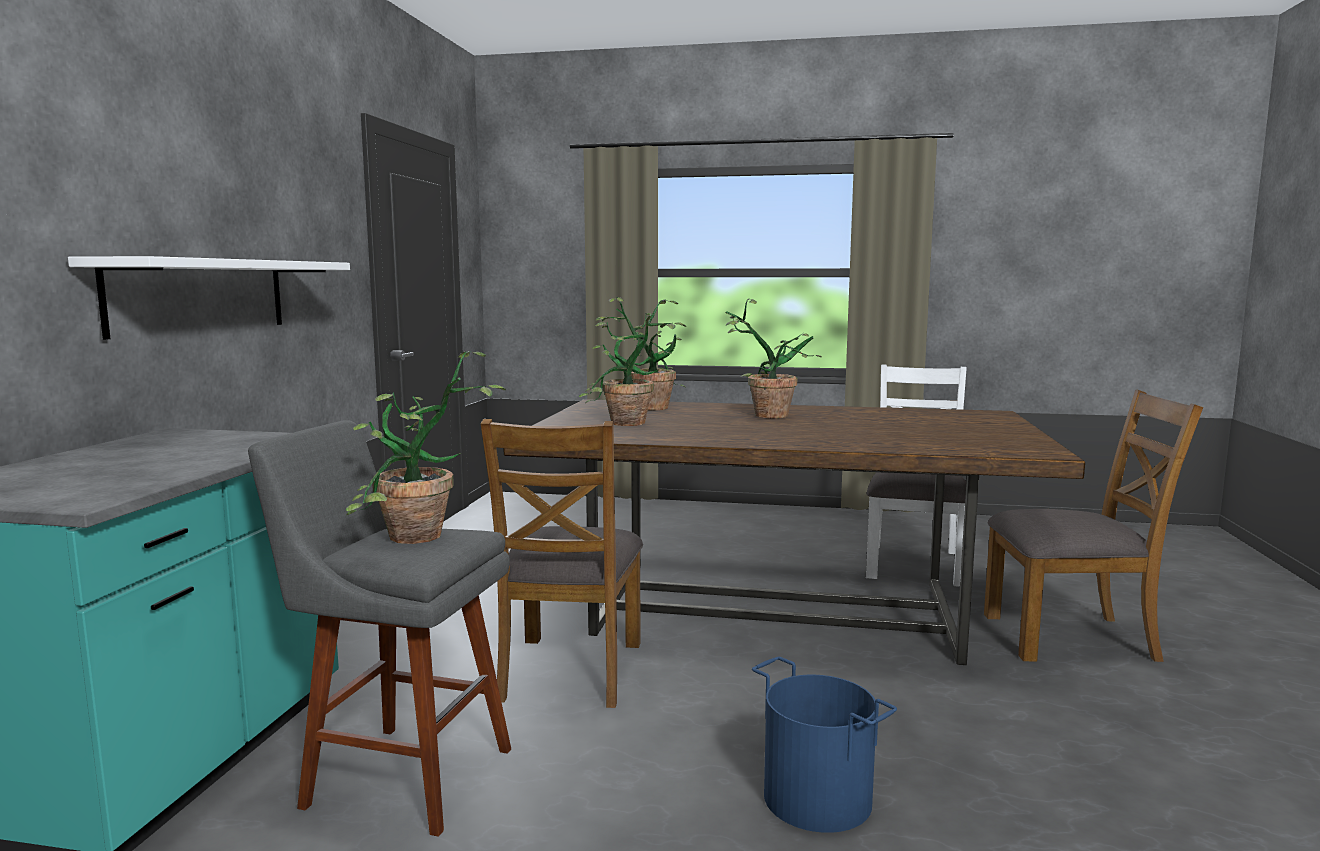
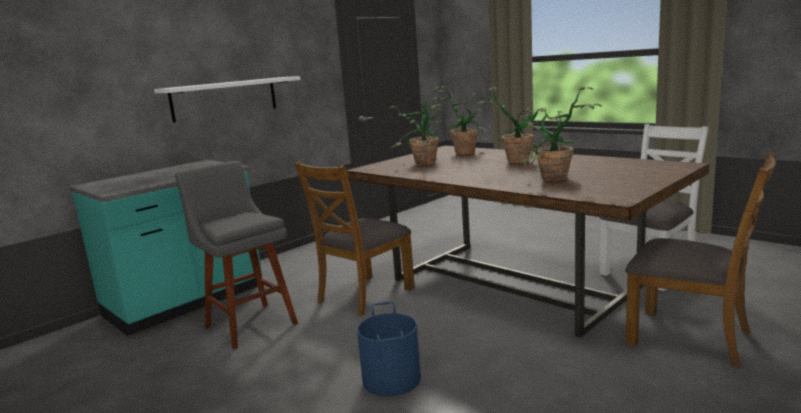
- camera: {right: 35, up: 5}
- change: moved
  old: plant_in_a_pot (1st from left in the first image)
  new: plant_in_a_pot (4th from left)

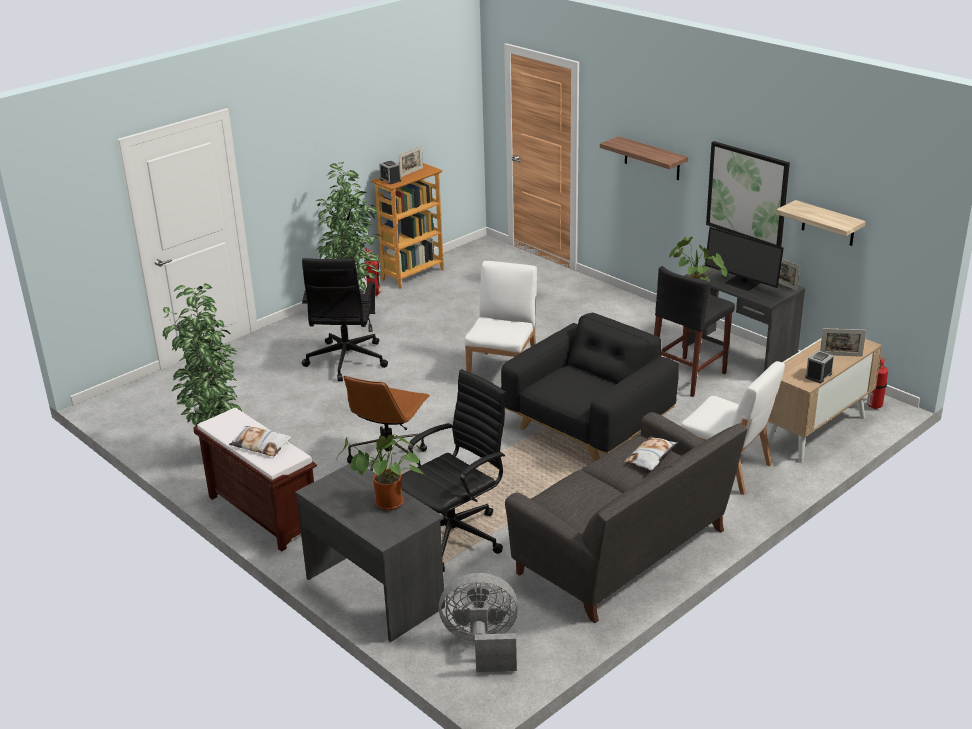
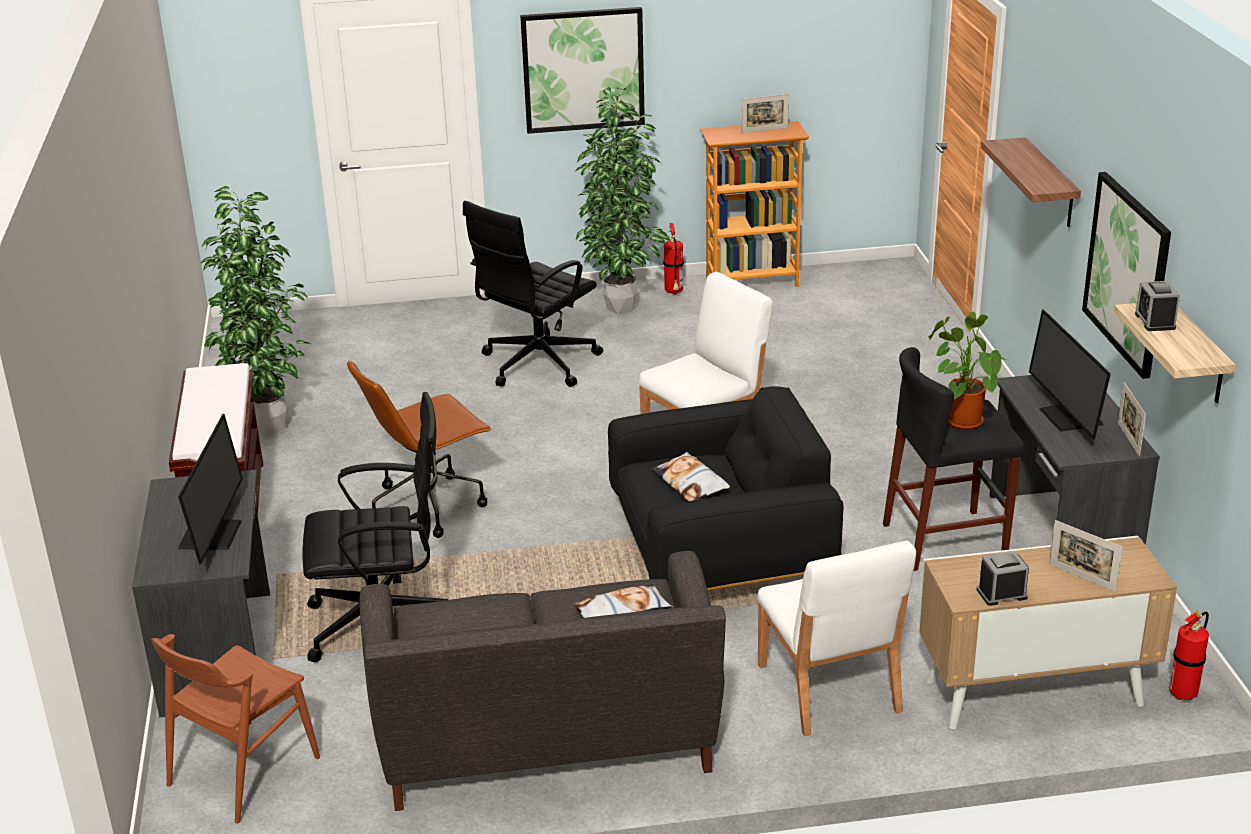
- camera: {right: 35, up: 0}
- change: replaced
  old: greyish_cooling_fan
  new: brownish_upright_chair
- change: replaced
  old: plant_in_a_pot (3rd from left)
  new: monitor (1st from left)
- change: added
  new: wall_art (1st from left)
- change: moved
  old: throw_pillow (1st from left in the first image)
  new: throw_pillow (2nd from left)
- change: moved
  old: table_clock (1st from left in the first image)
  new: table_clock (2nd from left)

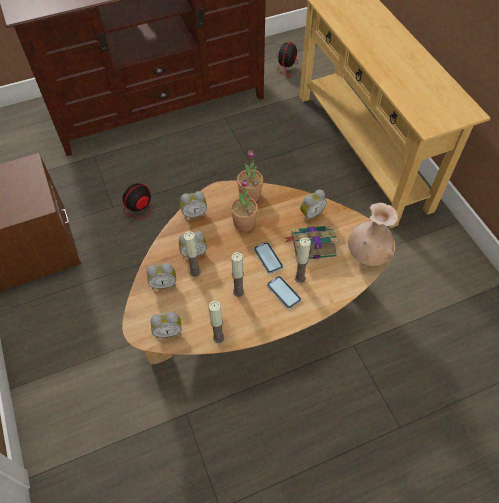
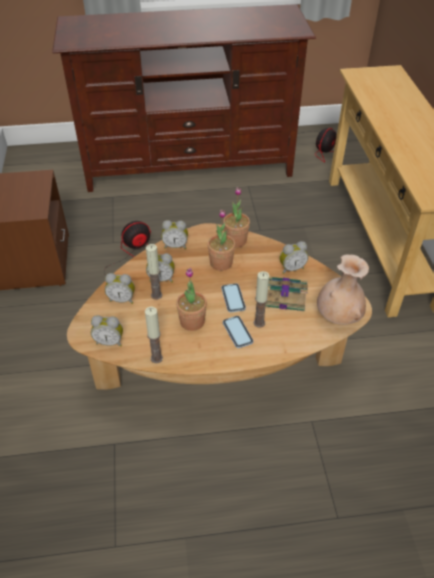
- camera: {right: 15, up: -10}
- change: replaced
  old: wax_light (3rd from left)
  new: plant_in_a_pot (1st from left)

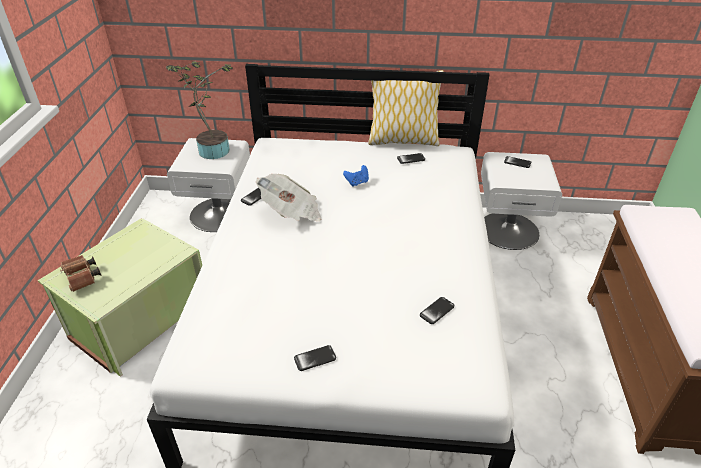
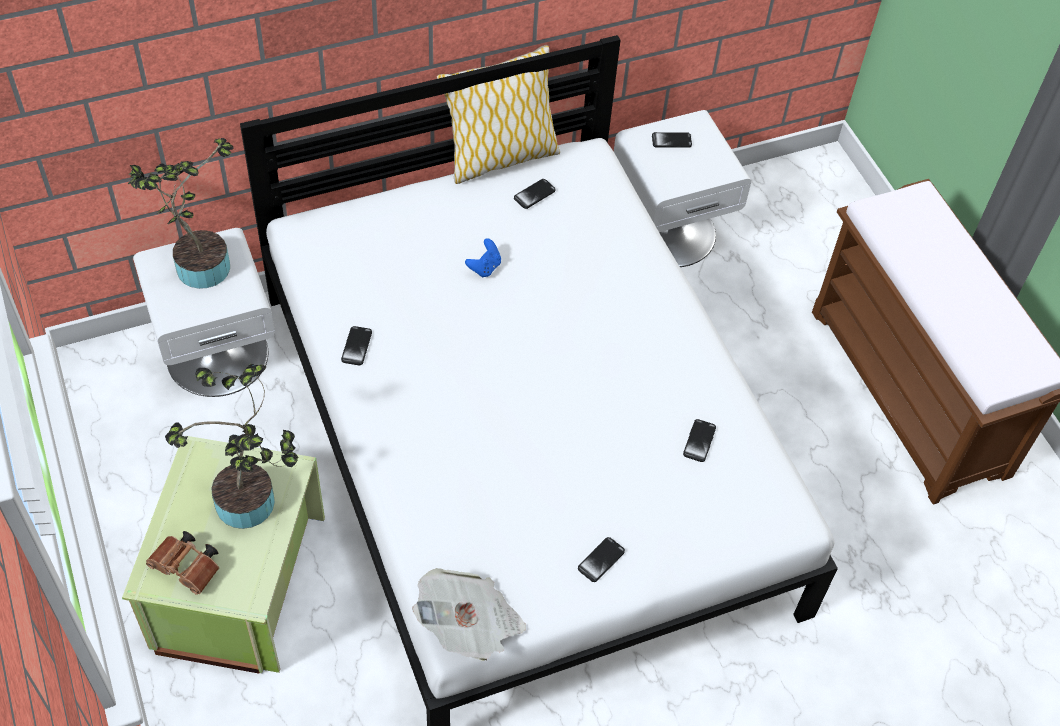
- camera: {right: -30, up: 15}
- change: added
  new: plant_in_a_pot (2nd from left)
- change: moved
  old: daily_paper

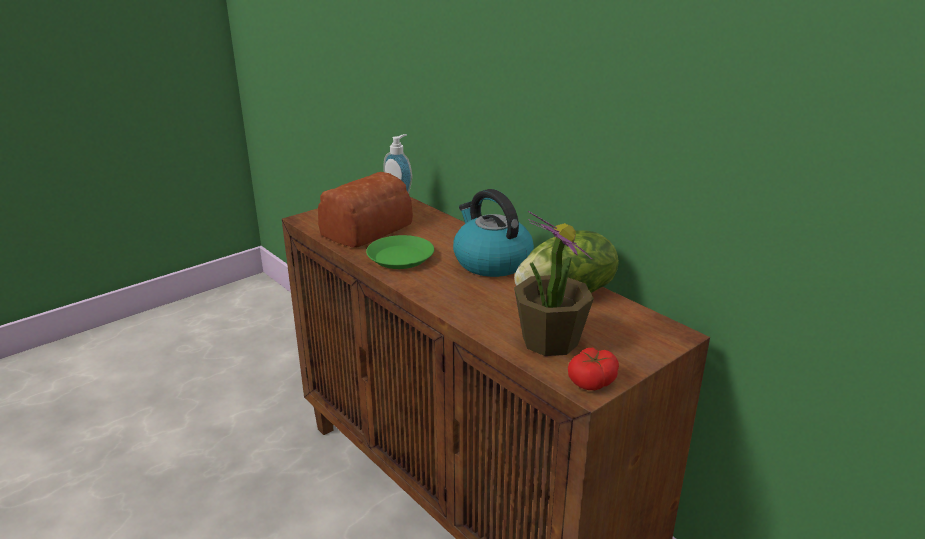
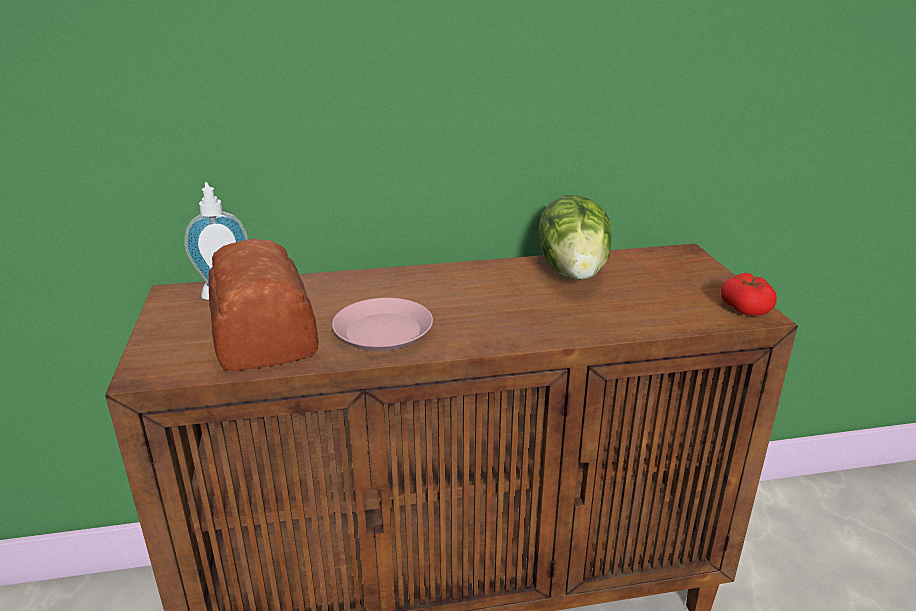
- camera: {right: -60, up: 0}
- change: recoloured
  old: green-coloured_dinner_plate
  new: pink_dinner_plate
- change: removed
  old: tea_kettle
- change: removed
  old: plant_in_a_pot

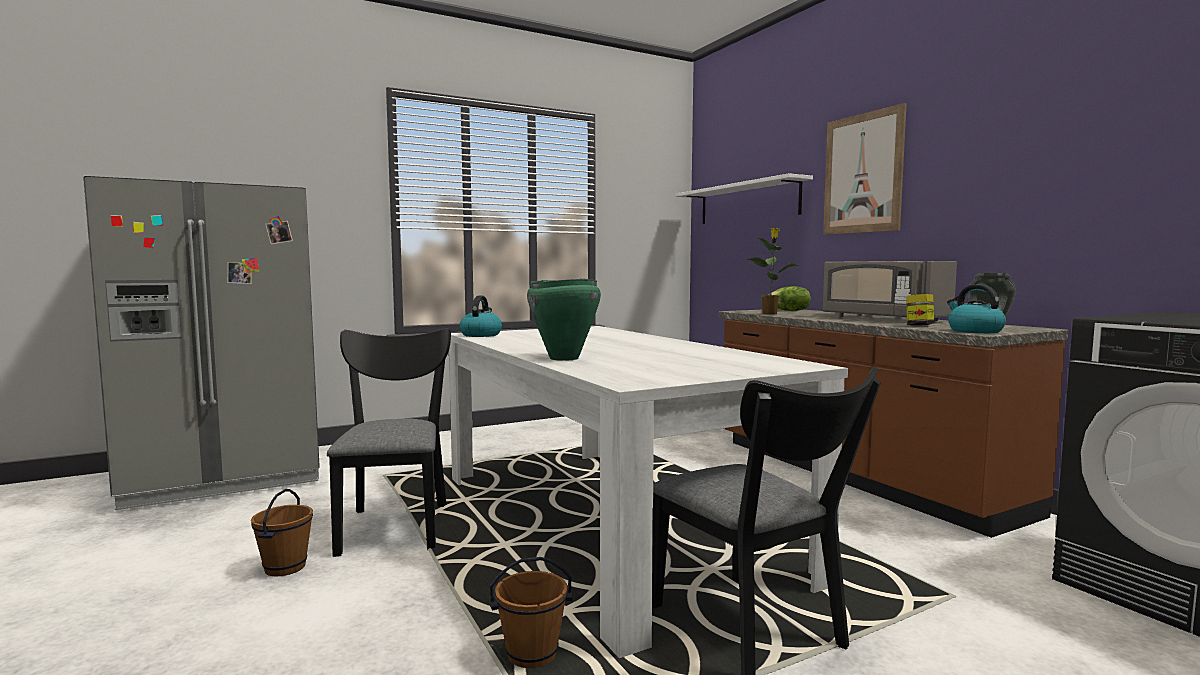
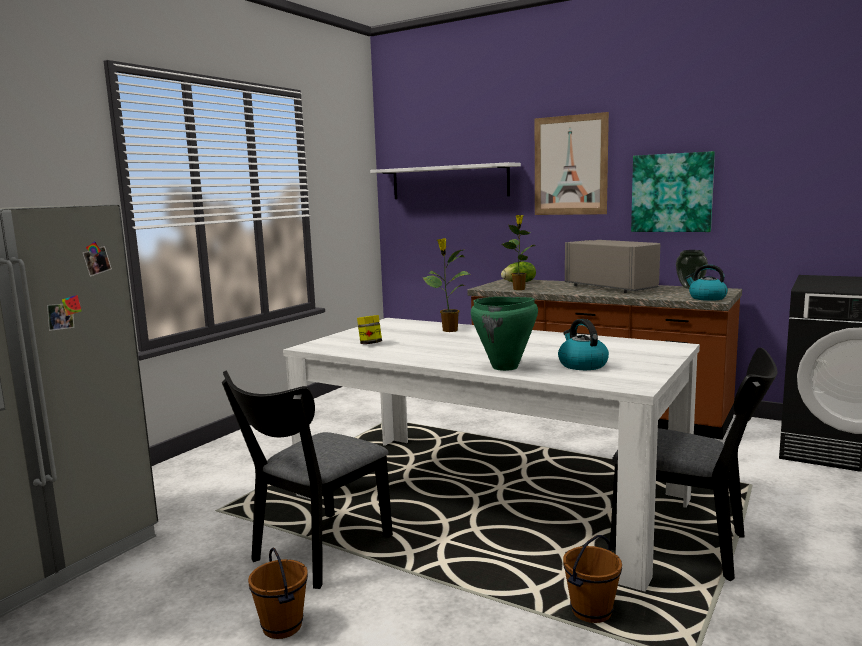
- camera: {right: -30, up: 5}
- change: turned
  old: black-coloured_upright_chair (1st from left)
  degrees: -105
- change: moved
  old: jar
- change: added
  new: plant_in_a_pot (1st from left)
- change: moved
  old: tea_kettle (1st from left)
- change: turned
  old: greyish_microwave_oven
  degrees: -150
- change: added
  new: wall_art (2nd from left)

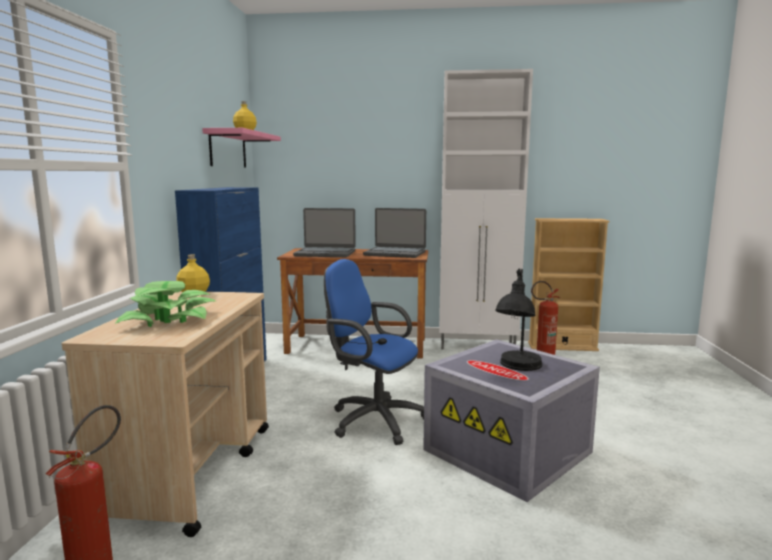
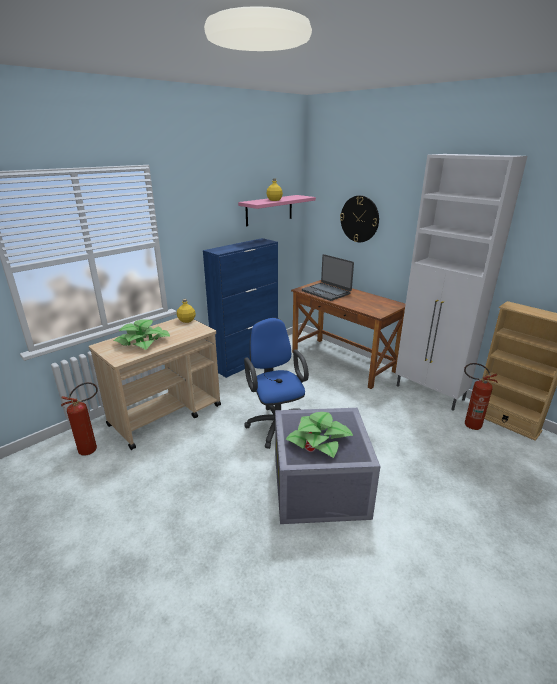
- camera: {right: 40, up: 15}
- change: replaced
  old: black-coloured_tabletop_lamp
  new: plant_in_a_pot (2nd from left)
- change: added
  new: clock_on_the_wall
- change: removed
  old: notebook_computer (2nd from left)

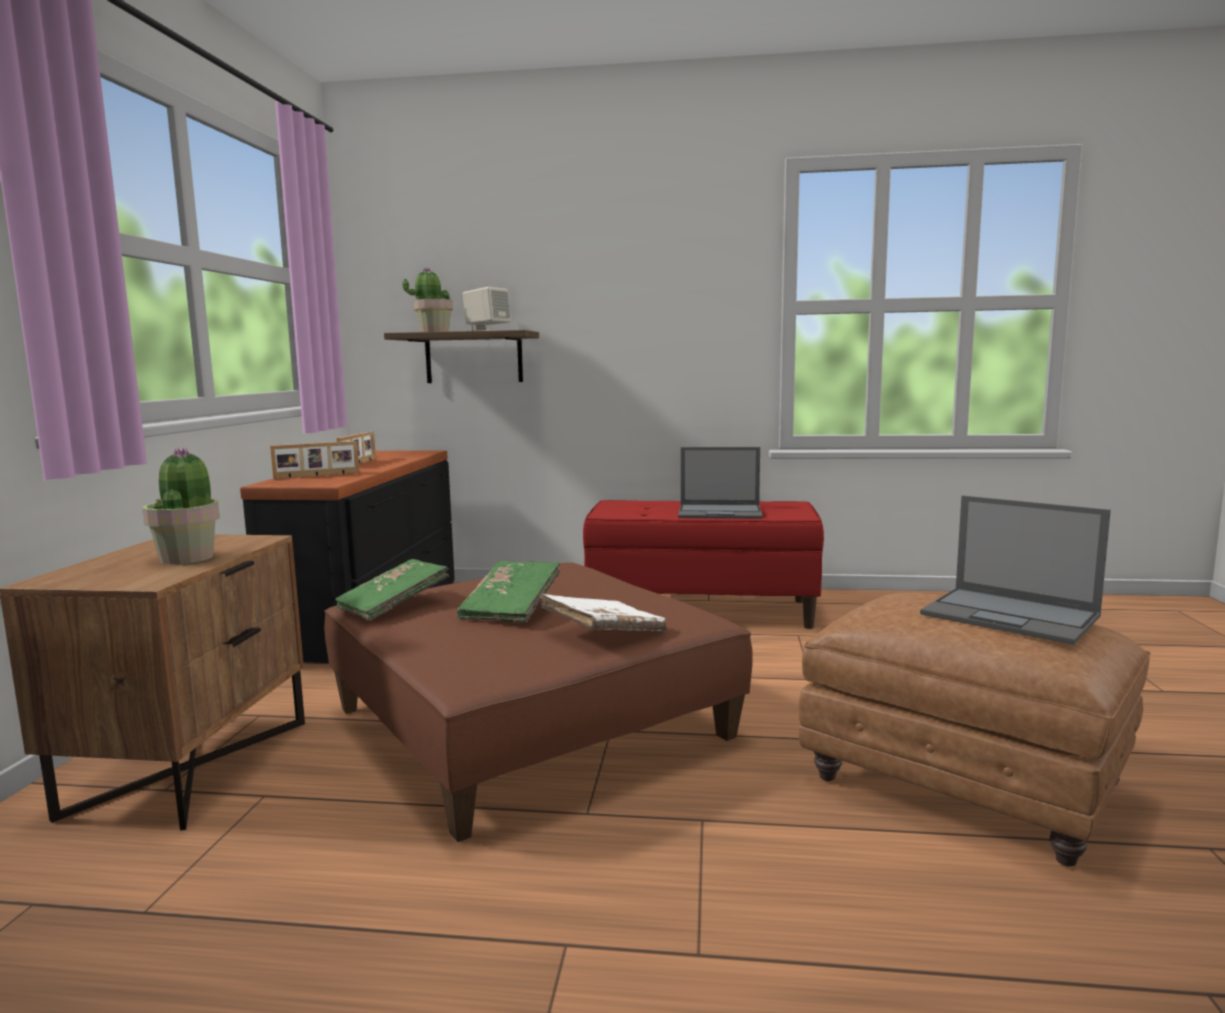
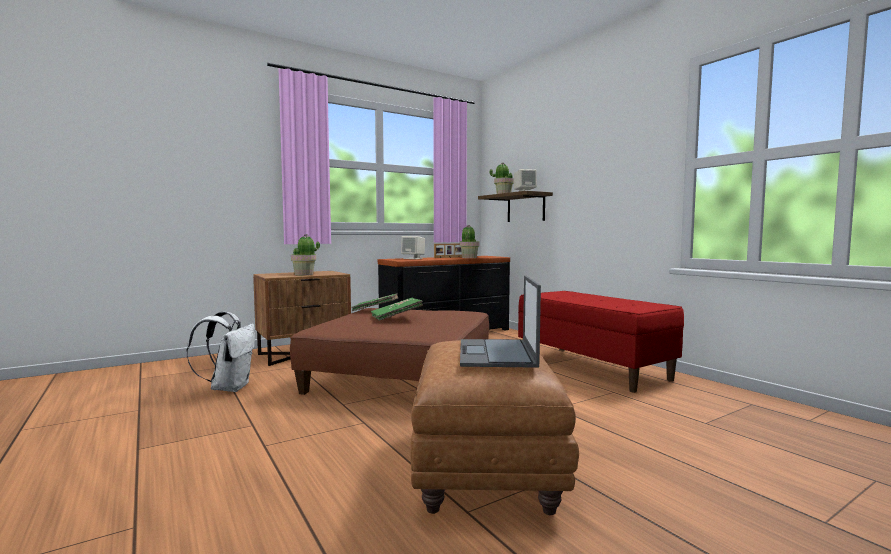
- camera: {right: 50, up: -5}
- change: added
  new: white-coloured_rucksack
- change: replaced
  old: picture_frame (1st from left)
  new: sand-coloured_speaker (1st from left)
- change: added
  new: plant_in_a_pot (2nd from left)
- change: removed
  old: white-coloured_bound_book
- change: removed
  old: notebook_computer (1st from left)

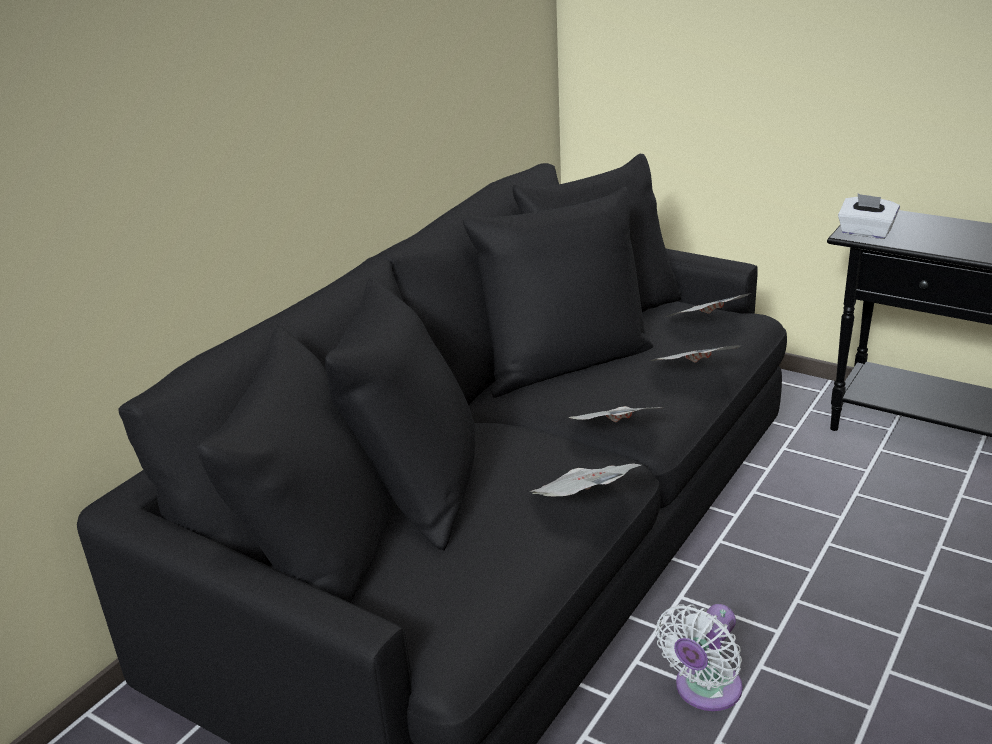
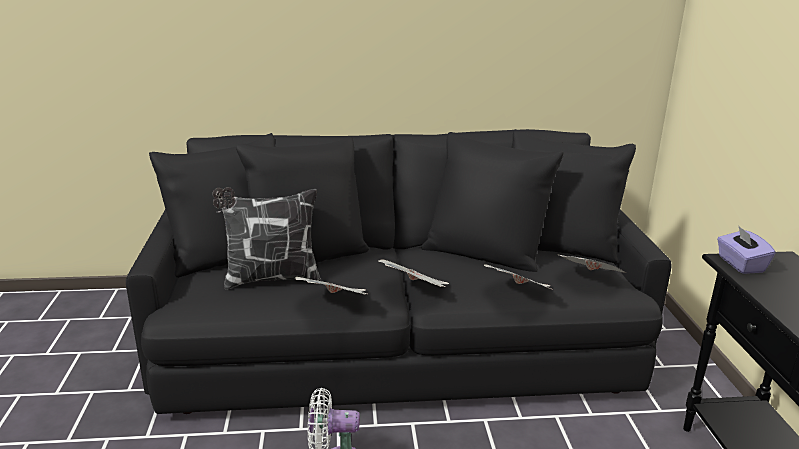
- camera: {right: 50, up: -5}
- change: added
  new: throw_pillow
- change: recoloured
  old: white-coloured_tissue_box
  new: purple-coloured_tissue_box

